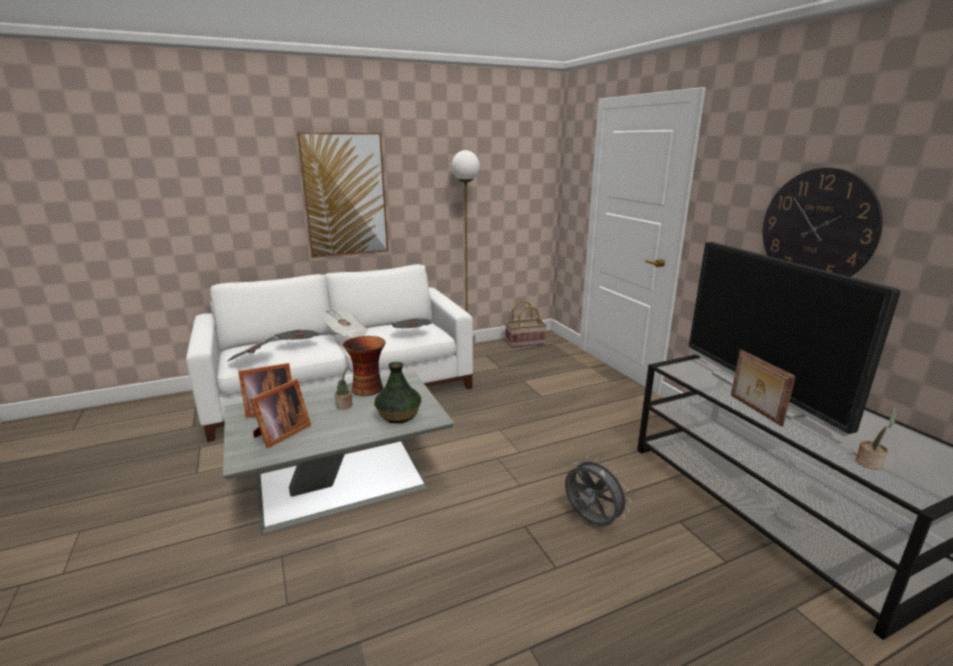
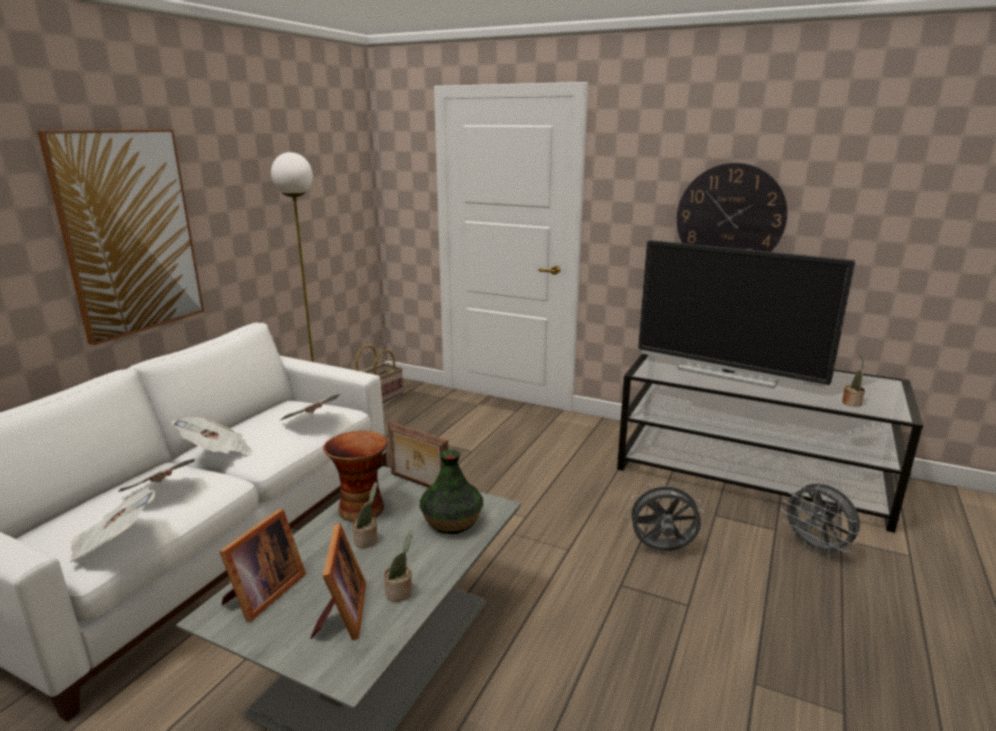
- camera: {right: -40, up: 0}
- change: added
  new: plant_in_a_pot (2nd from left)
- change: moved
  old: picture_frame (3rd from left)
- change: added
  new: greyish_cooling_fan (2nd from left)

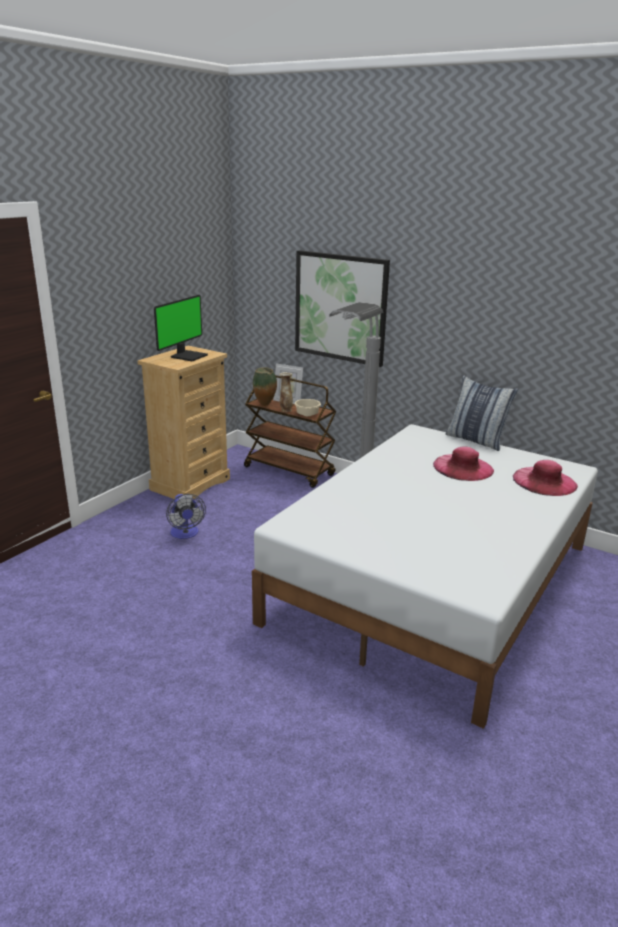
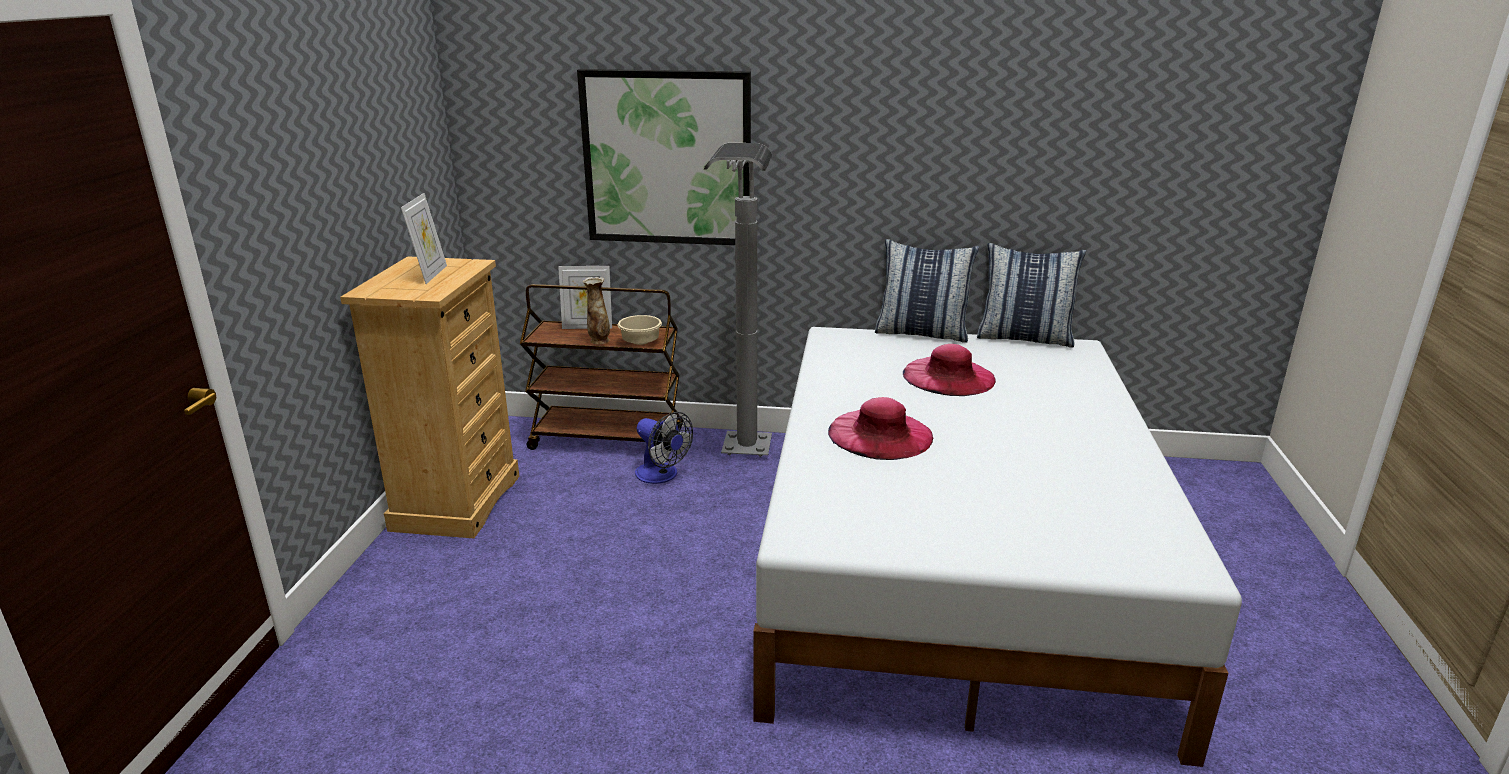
- camera: {right: -25, up: 0}
- change: replaced
  old: monitor
  new: picture_frame (1st from left)
- change: moved
  old: cooling_fan
- change: moved
  old: pink_clothing_hat (2nd from left in the first image)
  new: pink_clothing_hat (1st from left)
- change: added
  new: throw_pillow (2nd from left)
- change: removed
  old: vase (1st from left)

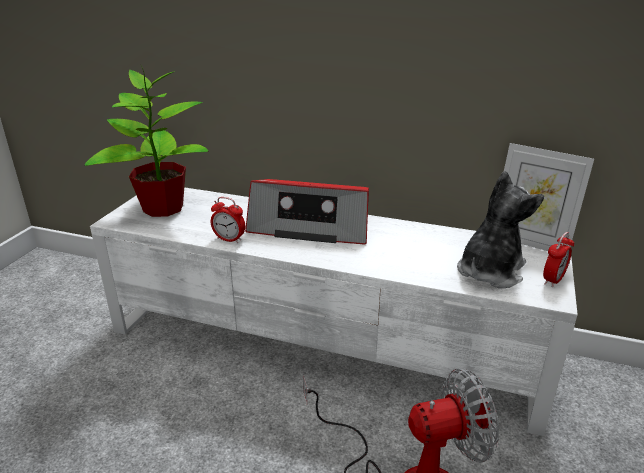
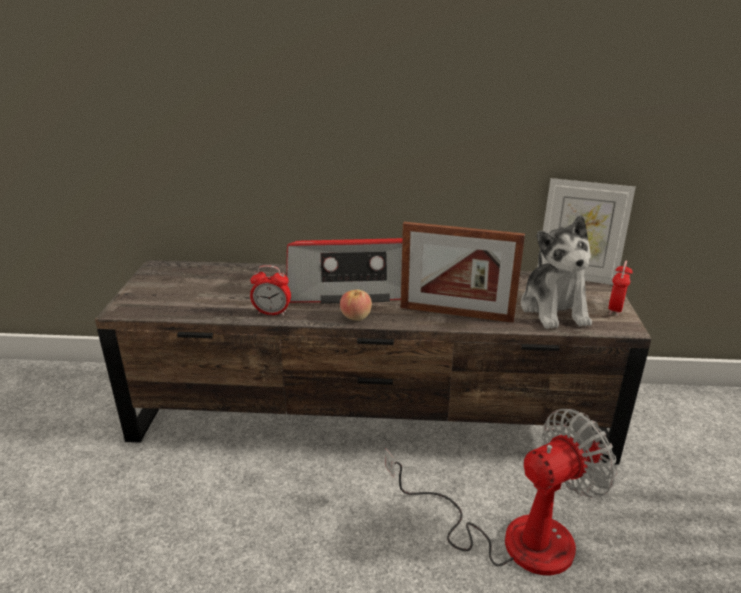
- camera: {right: -15, up: 0}
- change: recoloured
  old: white-coloured_media_console
  new: brownish_media_console
- change: added
  new: apple_fruit
- change: added
  new: picture_frame (1st from left)
- change: turned
  old: cuddly_toy
  degrees: 150
- change: removed
  old: plant_in_a_pot

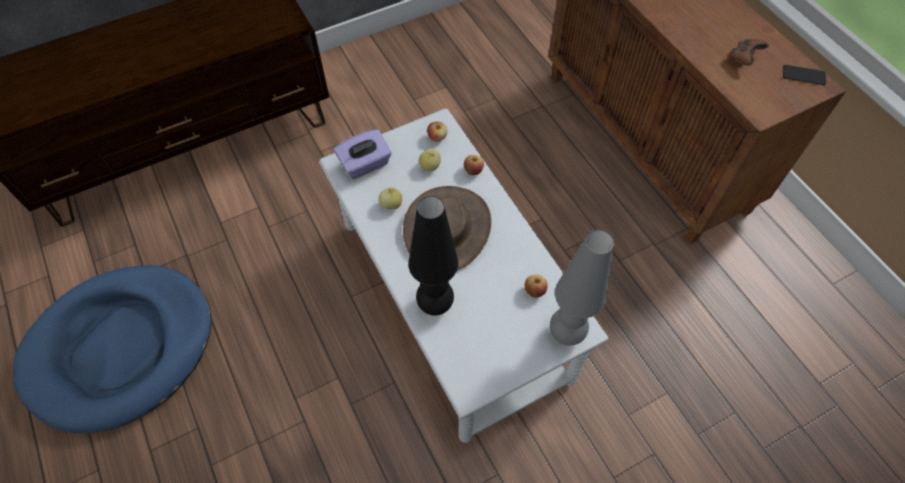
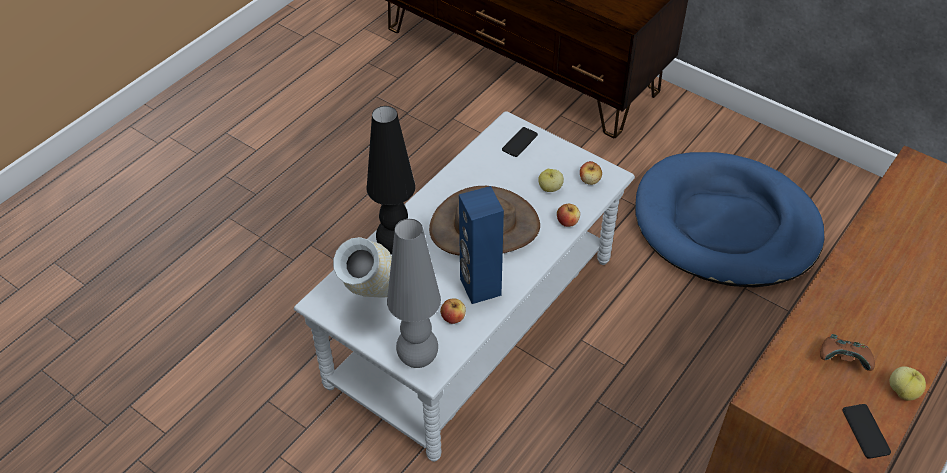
- camera: {right: 65, up: -10}
- change: added
  new: vase
- change: added
  new: blue-coloured_speaker
- change: replaced
  old: purple-coloured_tissue_box
  new: handset (1st from left)
- change: moved
  old: blue-coloured_pet_bed
- change: moved
  old: apple_fruit (1st from left in the first image)
  new: apple_fruit (5th from left)

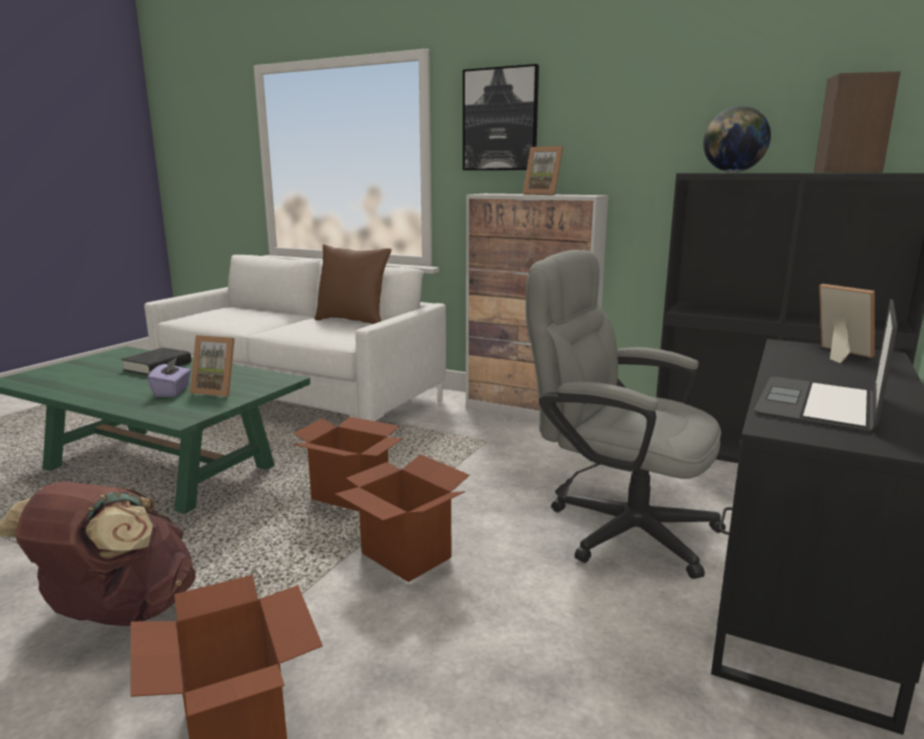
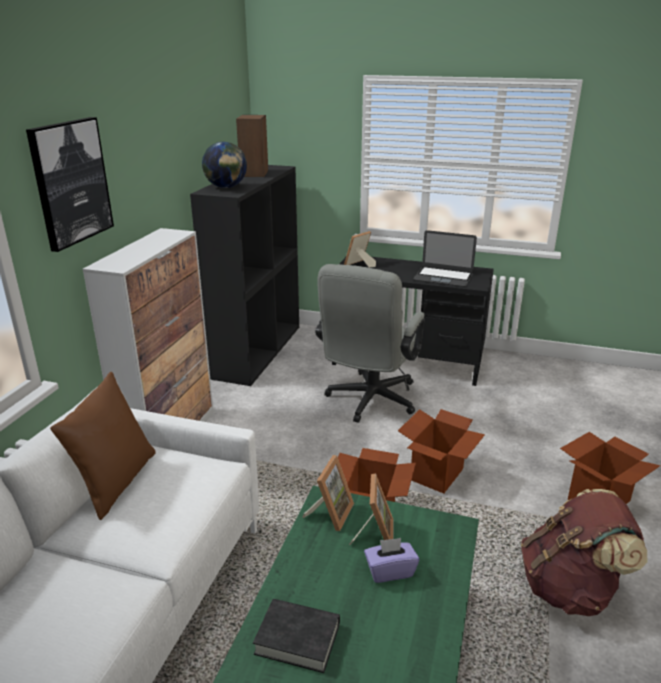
- camera: {right: -100, up: 10}
- change: moved
  old: picture_frame (2nd from left in the first image)
  new: picture_frame (1st from left)

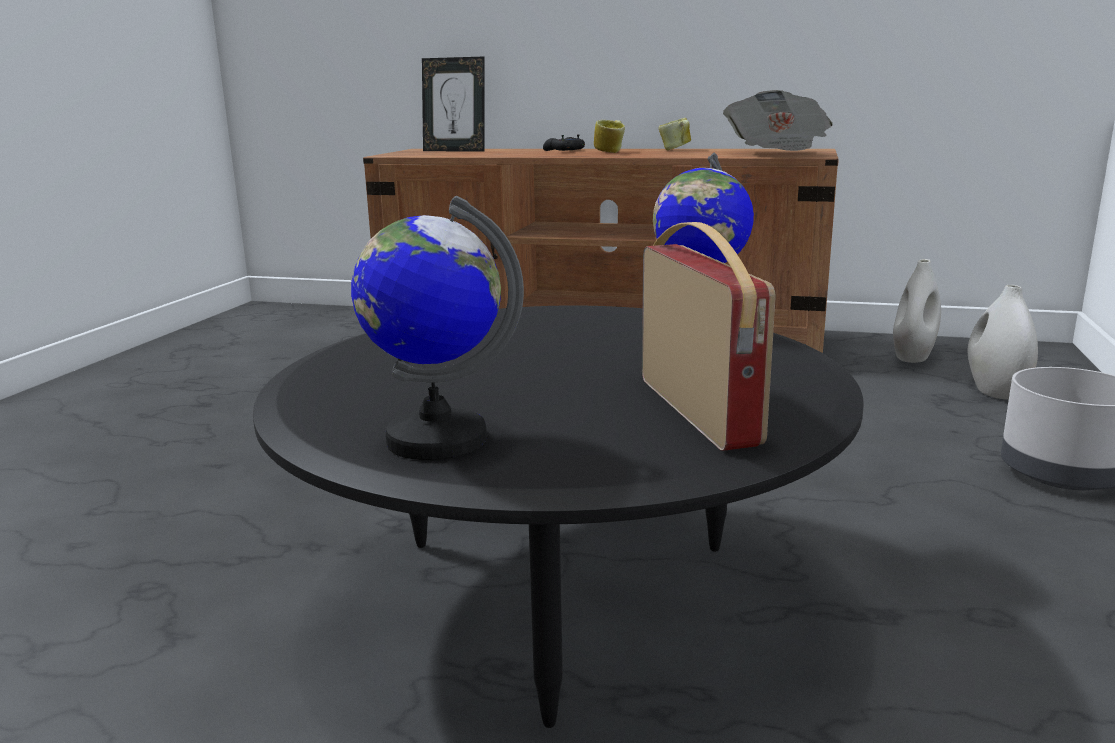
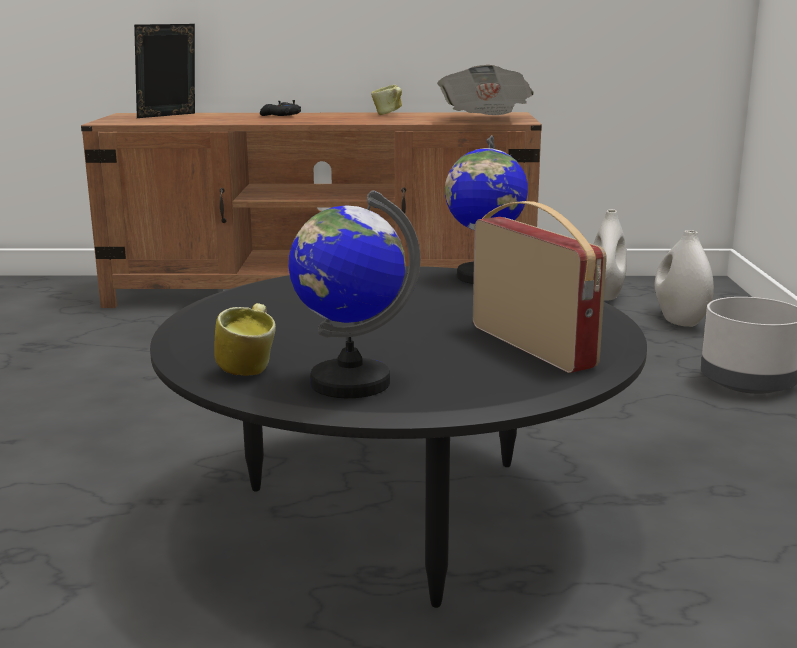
- camera: {right: -15, up: 0}
- change: turned
  old: picture_frame
  degrees: 135
- change: moved
  old: mug (1st from left)

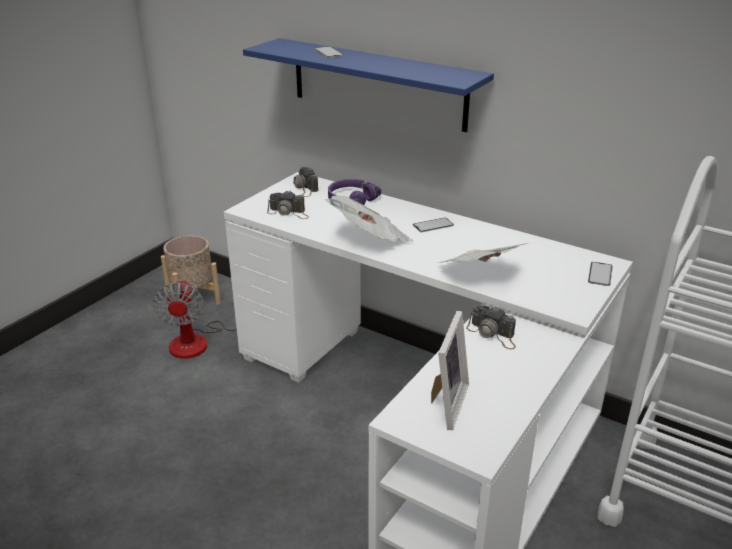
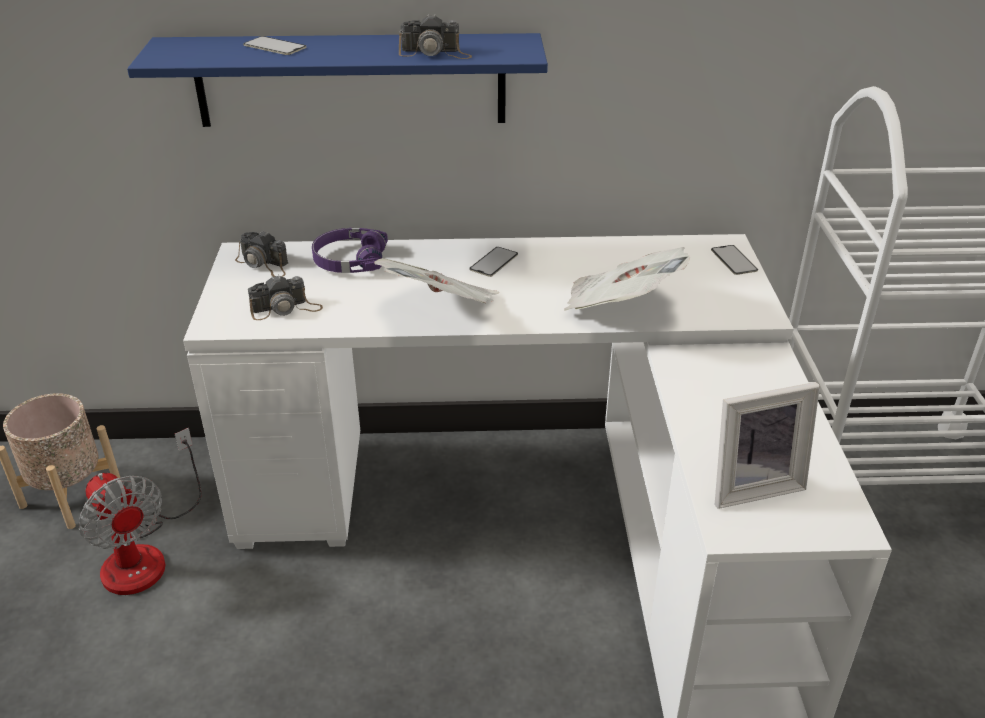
- camera: {right: -35, up: 5}
- change: moved
  old: photo_camera (3rd from left)
- change: turned
  old: picture_frame
  degrees: 90

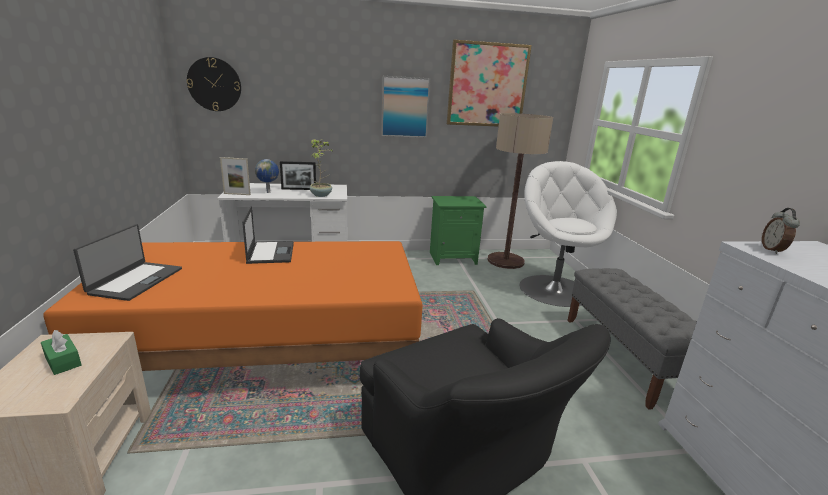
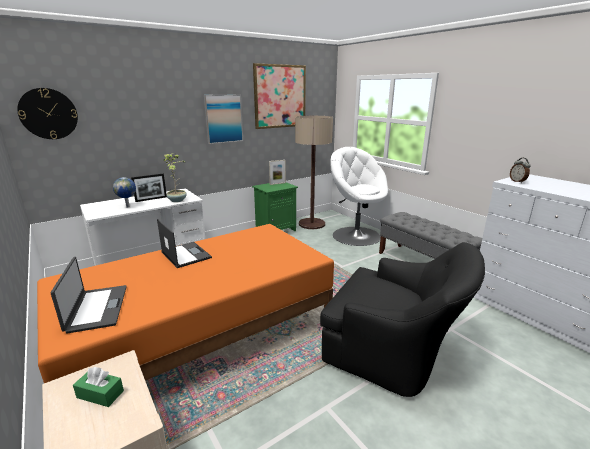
- camera: {right: -25, up: 0}
- change: moved
  old: picture_frame (1st from left in the first image)
  new: picture_frame (2nd from left)

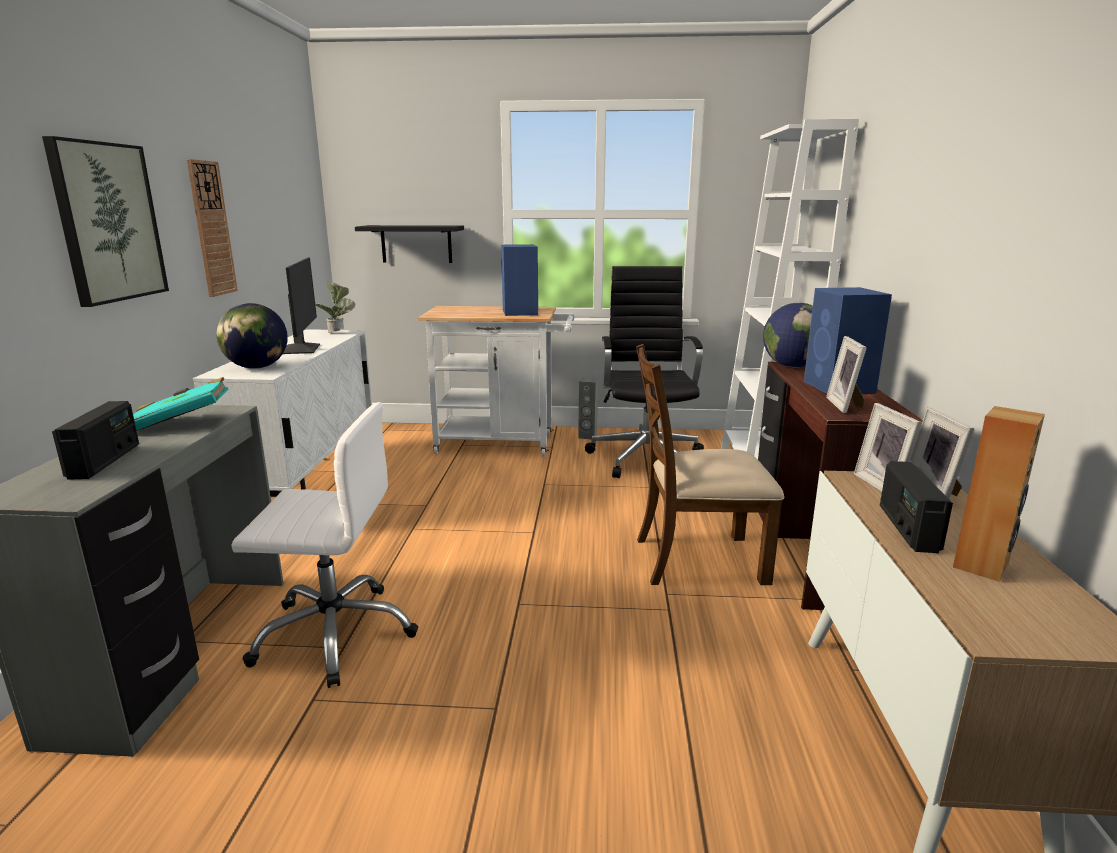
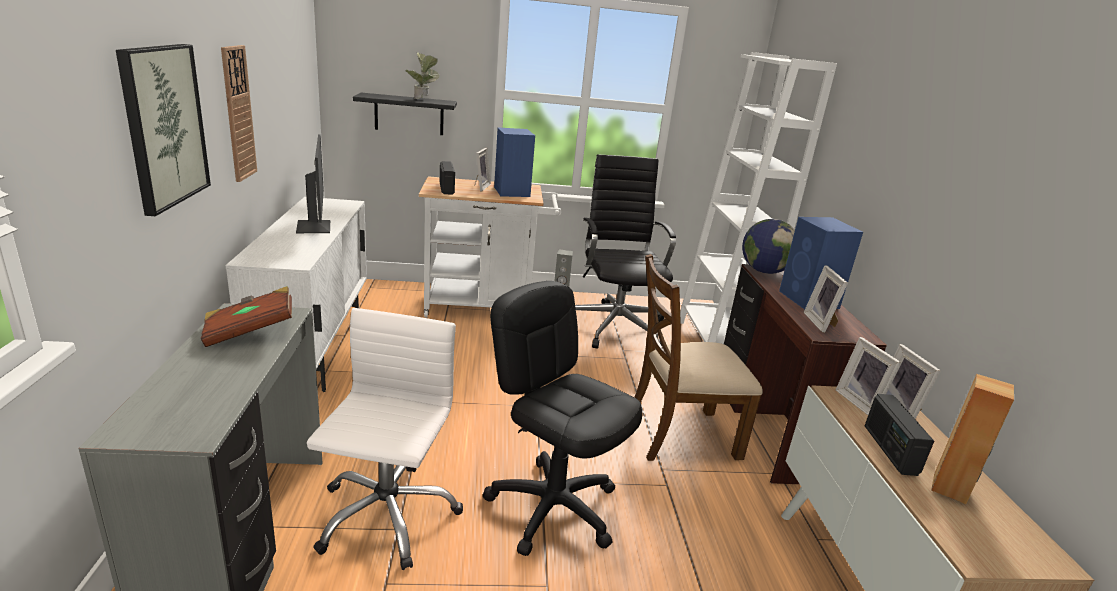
- camera: {right: -10, up: 5}
- change: recoloured
  old: turquoise_bound_book
  new: brownish_bound_book
- change: turned
  old: white-coloured_office_chair
  degrees: -75
- change: moved
  old: plant_in_a_pot
- change: moved
  old: radio_set (1st from left)
- change: added
  new: picture_frame (1st from left)
- change: added
  new: black-coloured_office_chair (1st from left)
- change: removed
  old: desk_globe (1st from left)

